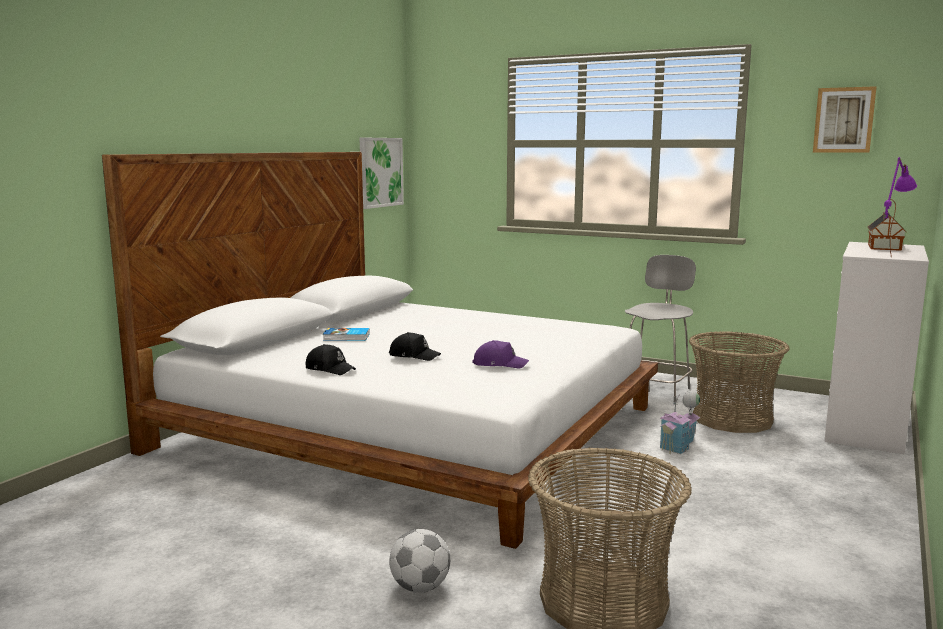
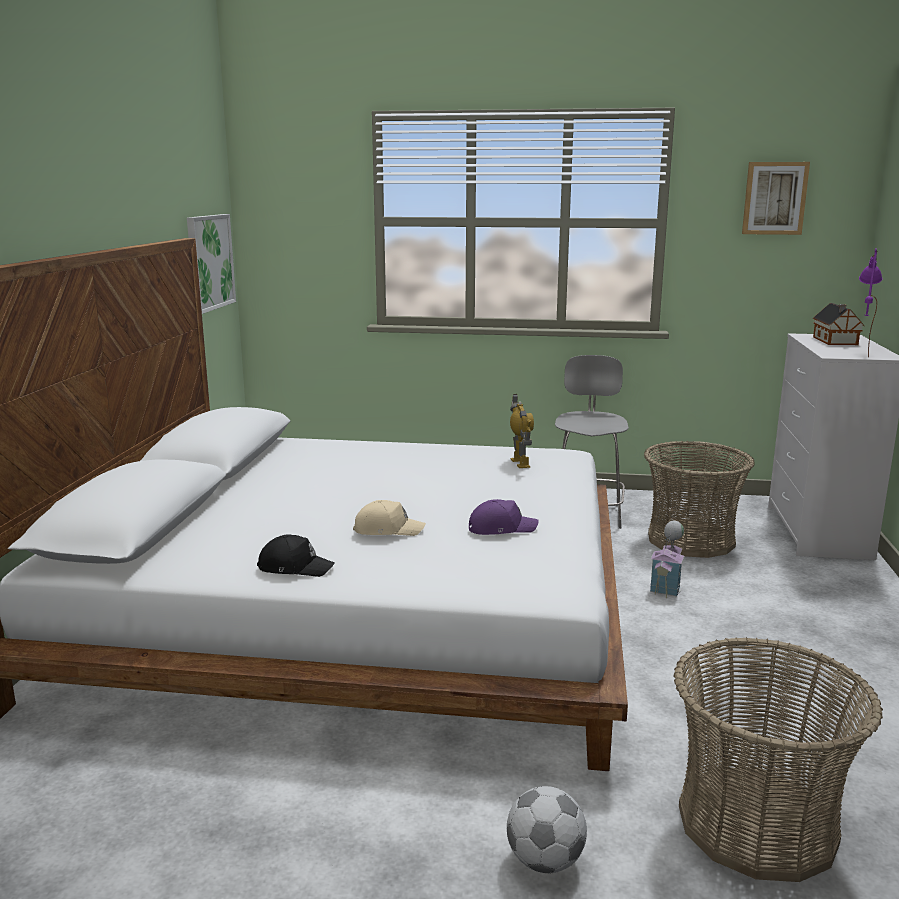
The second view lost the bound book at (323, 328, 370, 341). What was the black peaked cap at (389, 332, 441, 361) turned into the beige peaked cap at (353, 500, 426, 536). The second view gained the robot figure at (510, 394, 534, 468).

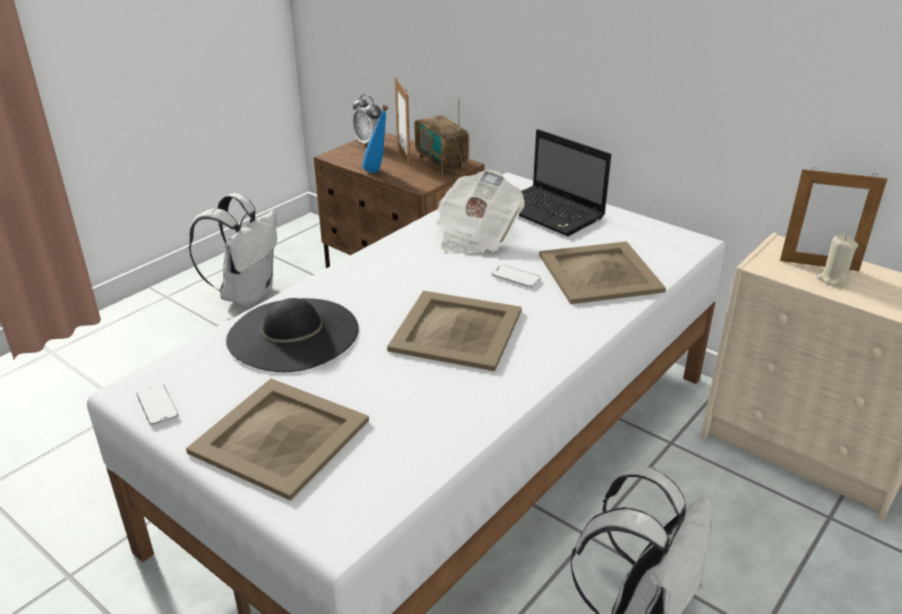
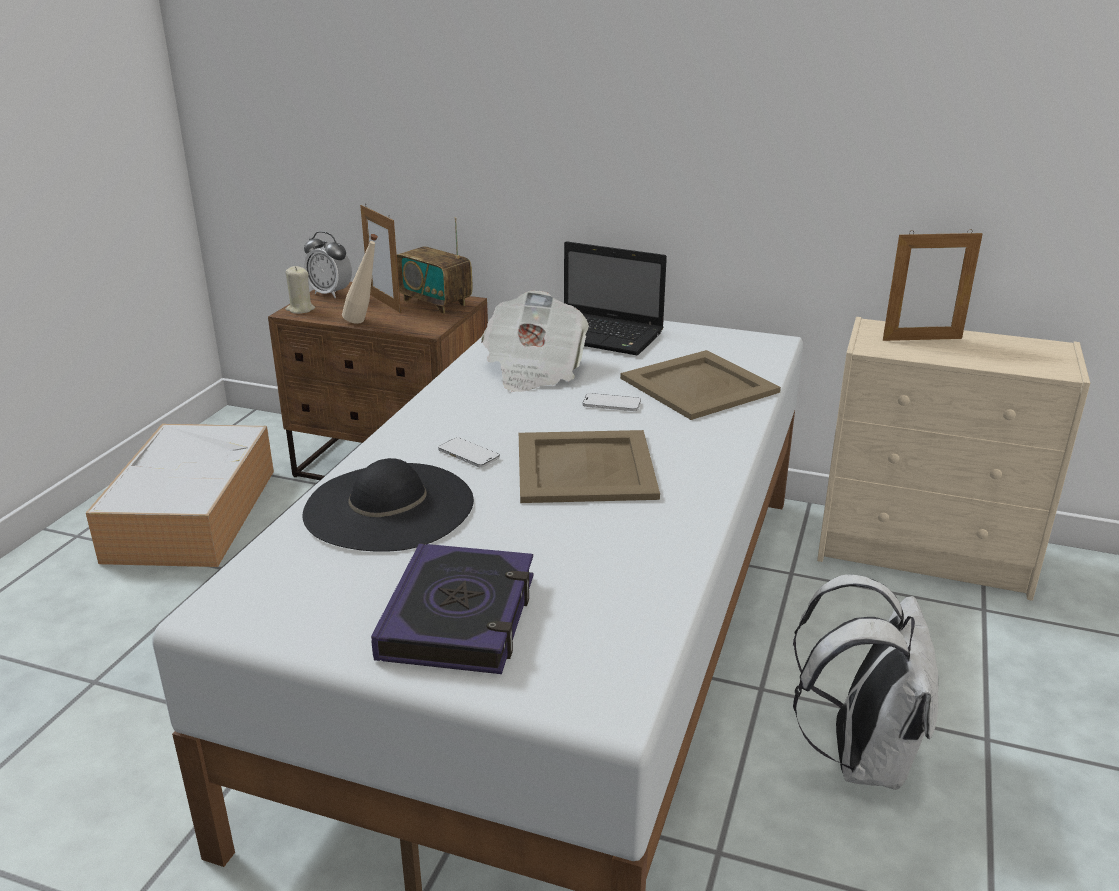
The phone ended up elsewhere, having gone from (137, 385, 178, 426) to (438, 437, 500, 467). Where the beige serving tray stood at (186, 379, 369, 501), the bound book came to stand at (371, 543, 534, 674). Where the white knapsack stood at (189, 193, 277, 306), the storage container came to stand at (86, 424, 274, 567). What was the blue beverage bottle at (362, 105, 388, 173) turned into the beige beverage bottle at (342, 234, 378, 324). The beige wax candle ended up elsewhere, having gone from (817, 234, 858, 287) to (285, 266, 315, 314).

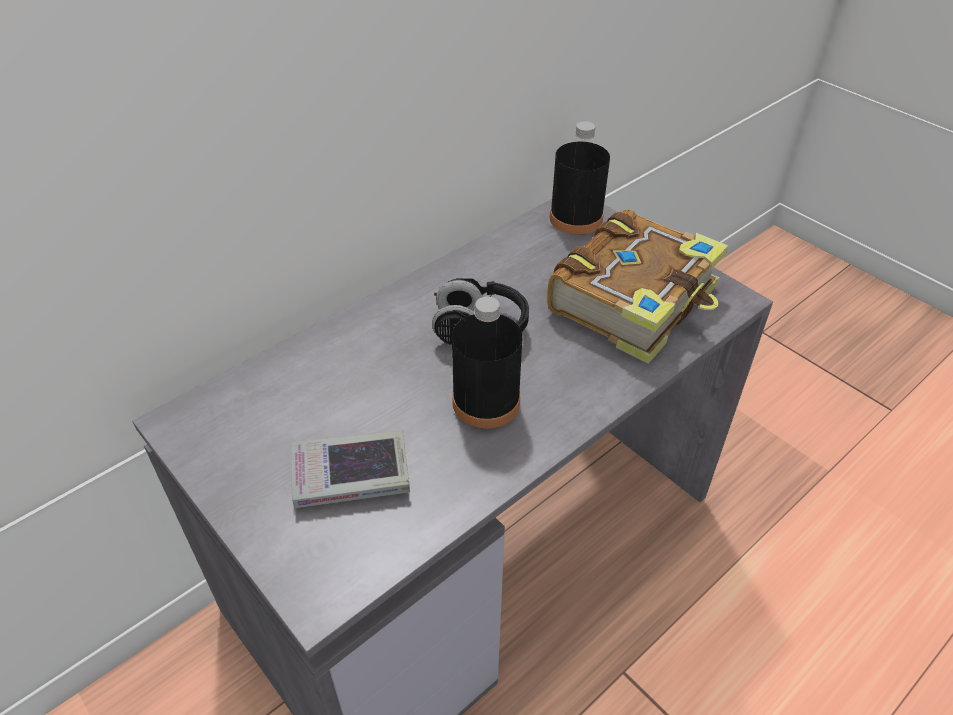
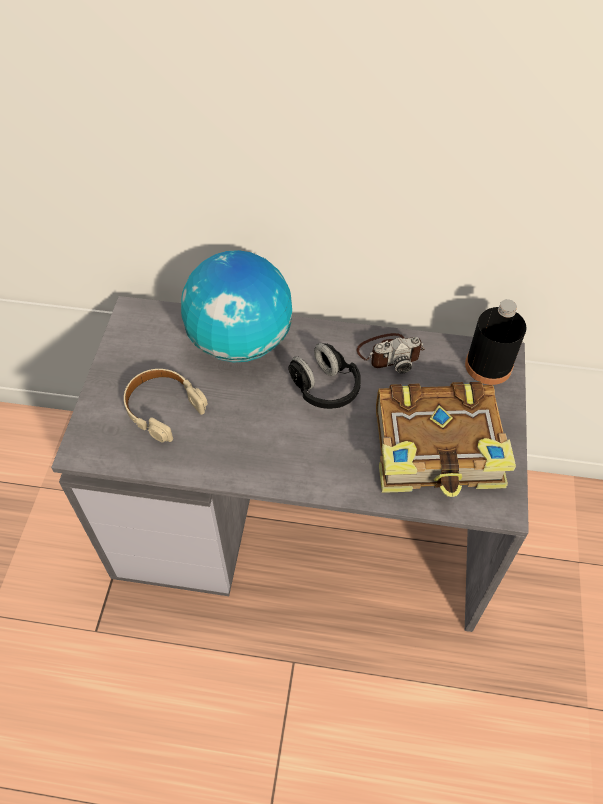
Where the bound book stood at (291, 431, 410, 508), the beige headphones came to stand at (124, 369, 208, 442). The second view lost the black beverage bottle at (452, 296, 522, 428). The second view gained the world globe at (181, 250, 292, 363). The second view gained the photo camera at (357, 333, 425, 374).

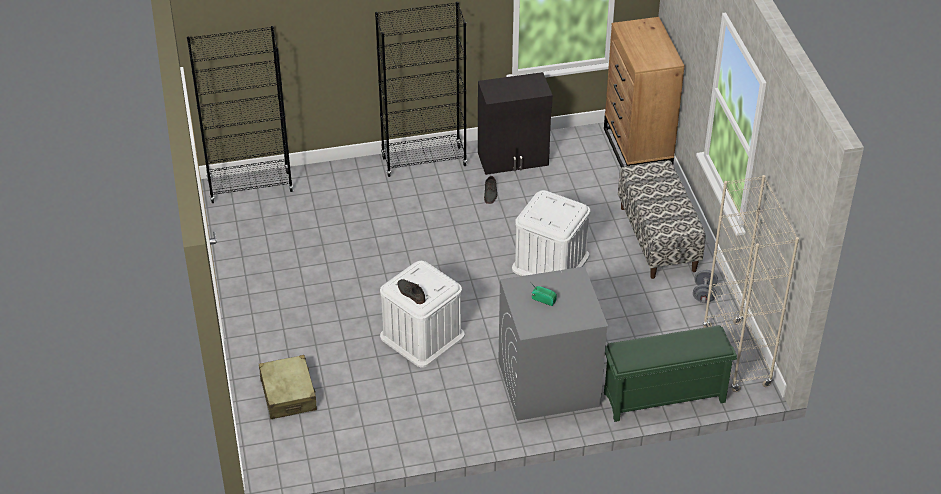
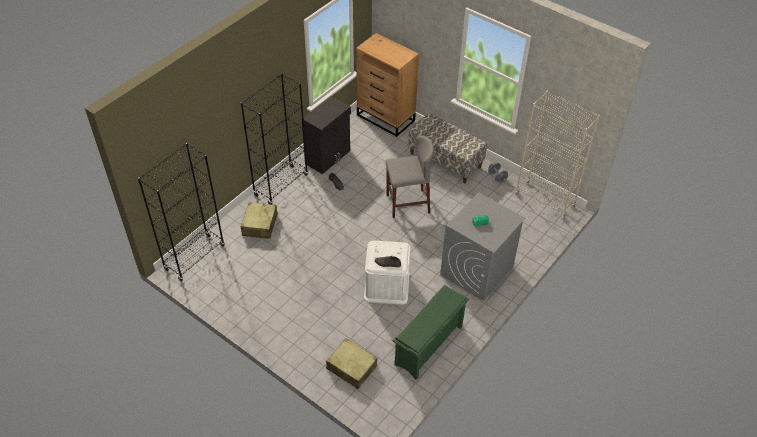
Where the white storage container stood at (512, 190, 590, 276), the grey stool seat came to stand at (386, 135, 434, 218). The greenish shoe shelf ended up elsewhere, having gone from (604, 325, 737, 422) to (393, 285, 469, 380). The second view gained the beige travel case at (241, 202, 278, 239).

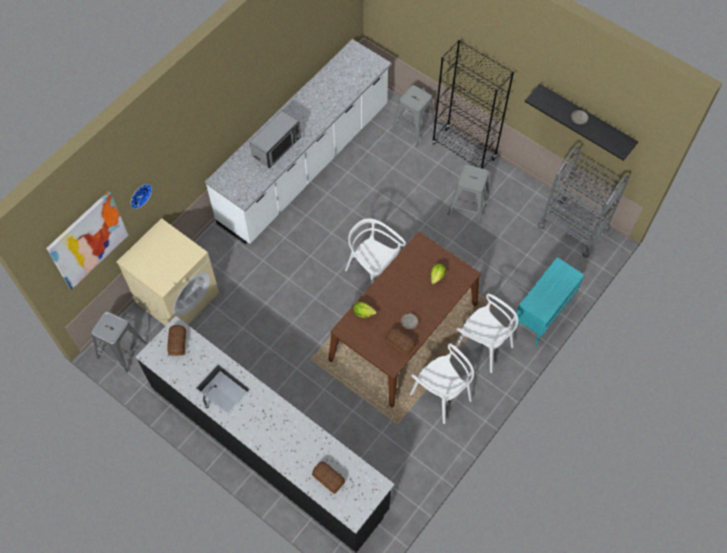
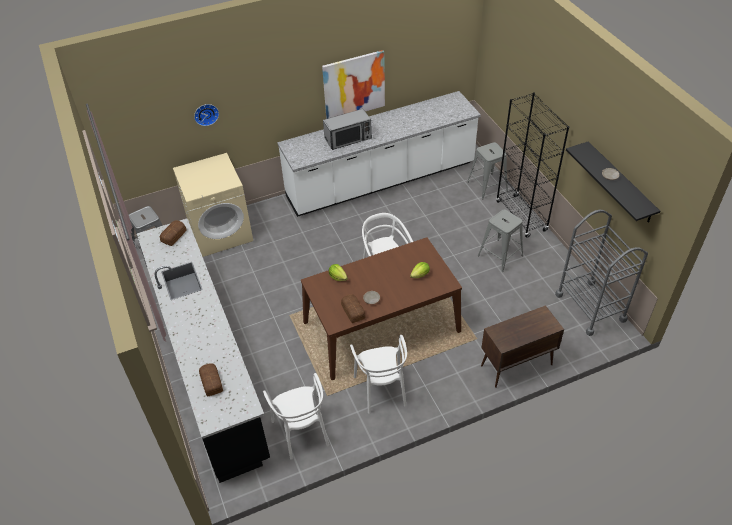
The wall picture ended up elsewhere, having gone from (46, 191, 128, 290) to (322, 50, 385, 119). The white chair ended up elsewhere, having gone from (453, 293, 518, 373) to (263, 373, 329, 460). What was the turquoise-coloured cabinet at (514, 257, 584, 346) turned into the brownish cabinet at (481, 305, 564, 388).

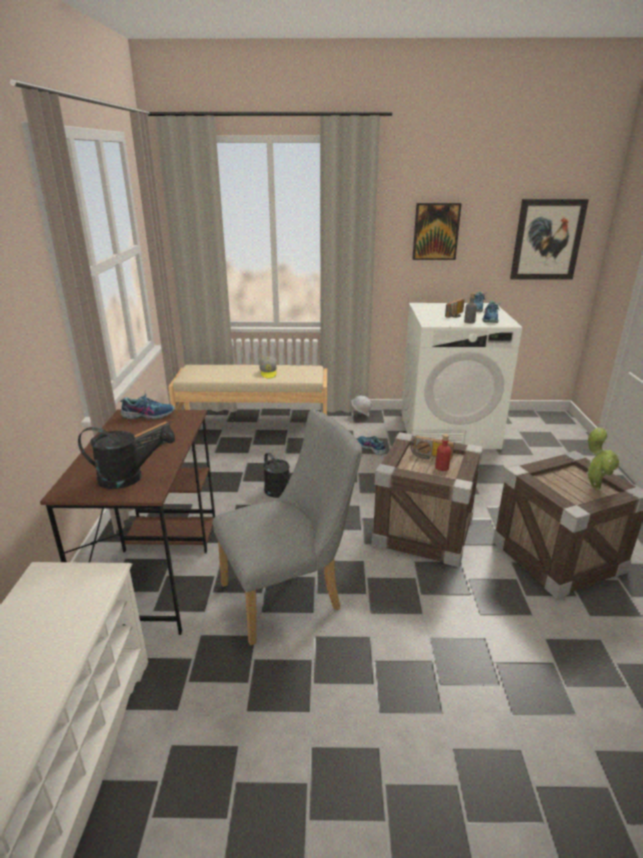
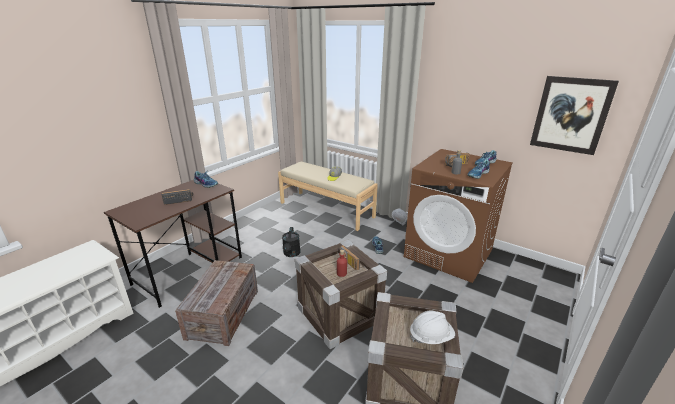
The second view lost the black watering can at (78, 426, 175, 489). Where the grey chair stood at (213, 410, 362, 646), the crate came to stand at (175, 260, 258, 346). What was the white laundry appliance at (401, 303, 522, 449) turned into the brownish laundry appliance at (404, 149, 513, 283). The second view lost the wall picture at (412, 203, 462, 260). Where the houseplant stood at (586, 428, 619, 490), the white hard hat came to stand at (410, 310, 455, 344).

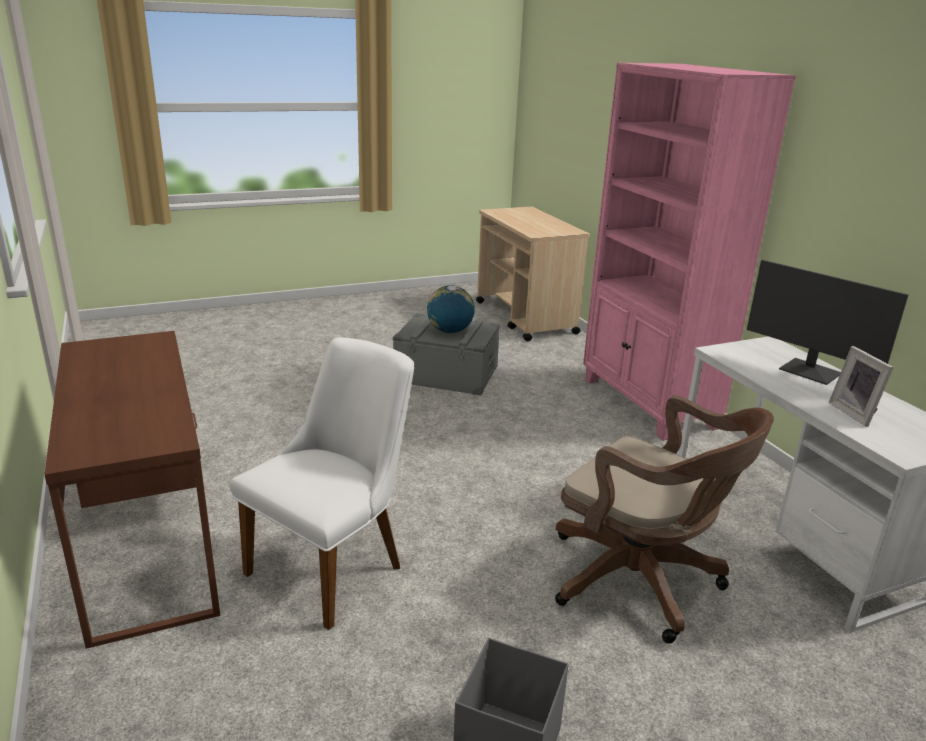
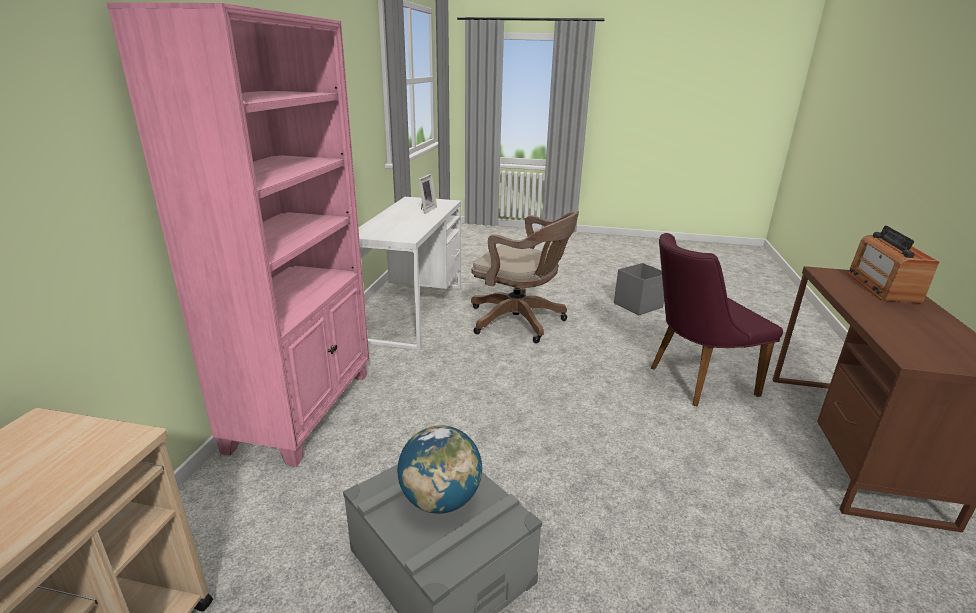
What was the white chair at (229, 337, 414, 630) turned into the purplish chair at (651, 233, 783, 407). The brownish computer chair at (555, 395, 774, 644) ended up facing another way, 135 degrees clockwise from before. The second view lost the monitor at (747, 260, 908, 385). The second view gained the radio set at (847, 225, 939, 304).

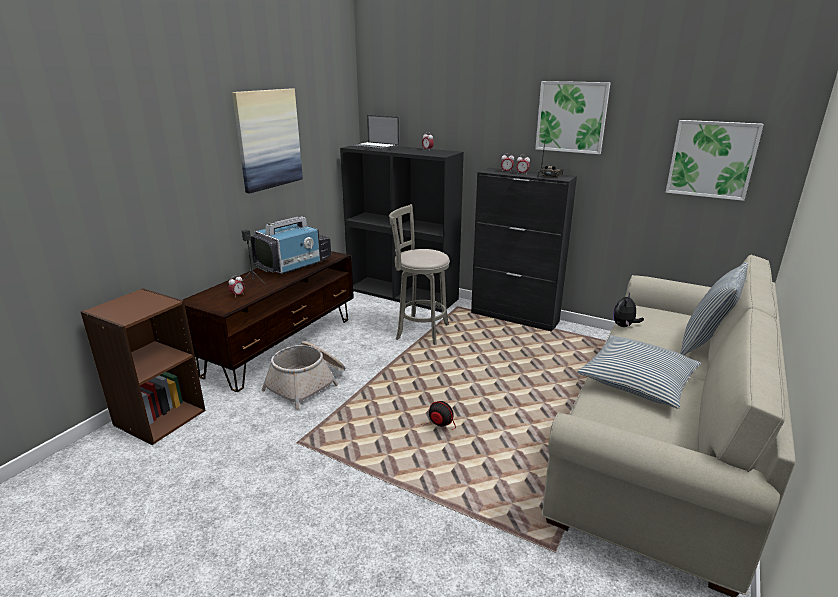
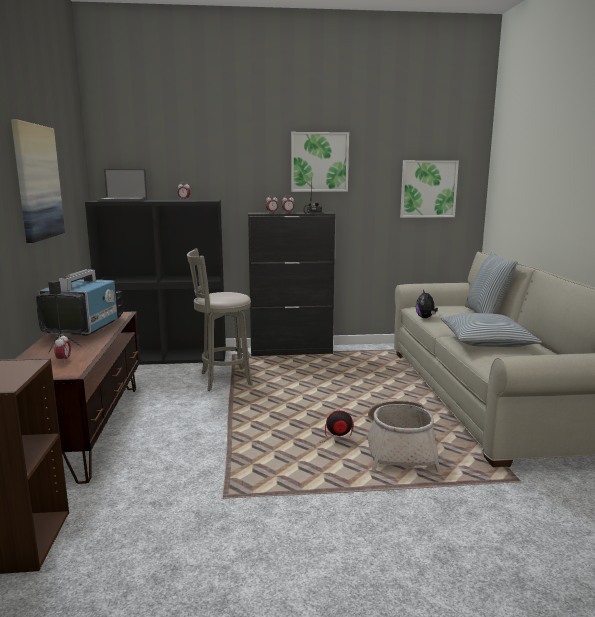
The household basket ended up elsewhere, having gone from (262, 341, 346, 410) to (366, 399, 441, 473).

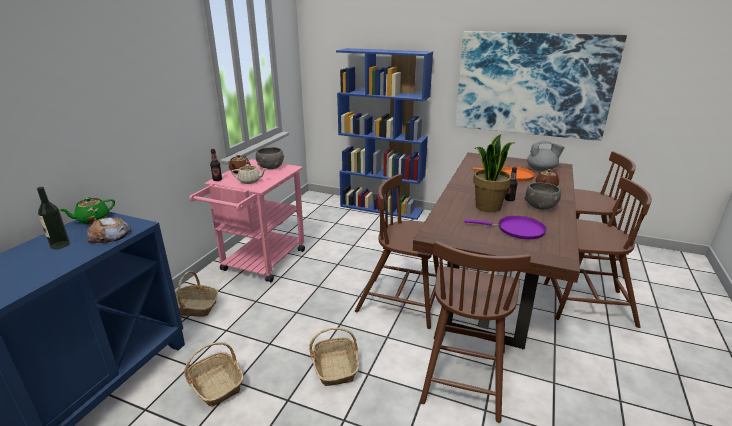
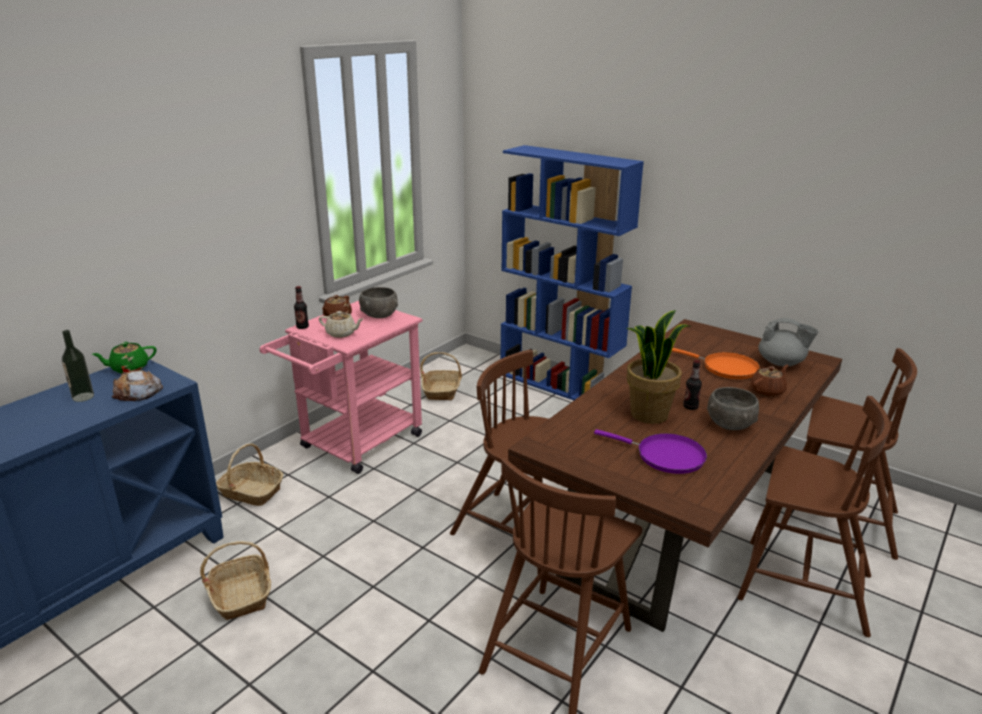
The household basket ended up elsewhere, having gone from (309, 327, 359, 386) to (420, 352, 462, 400). The second view lost the wall picture at (455, 31, 627, 141).

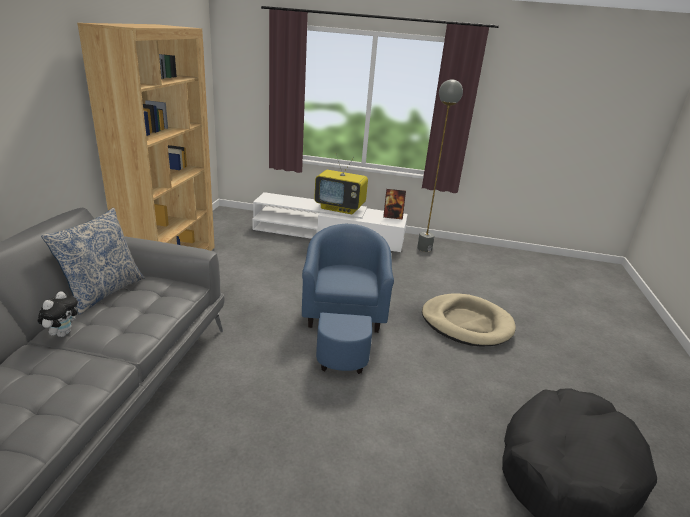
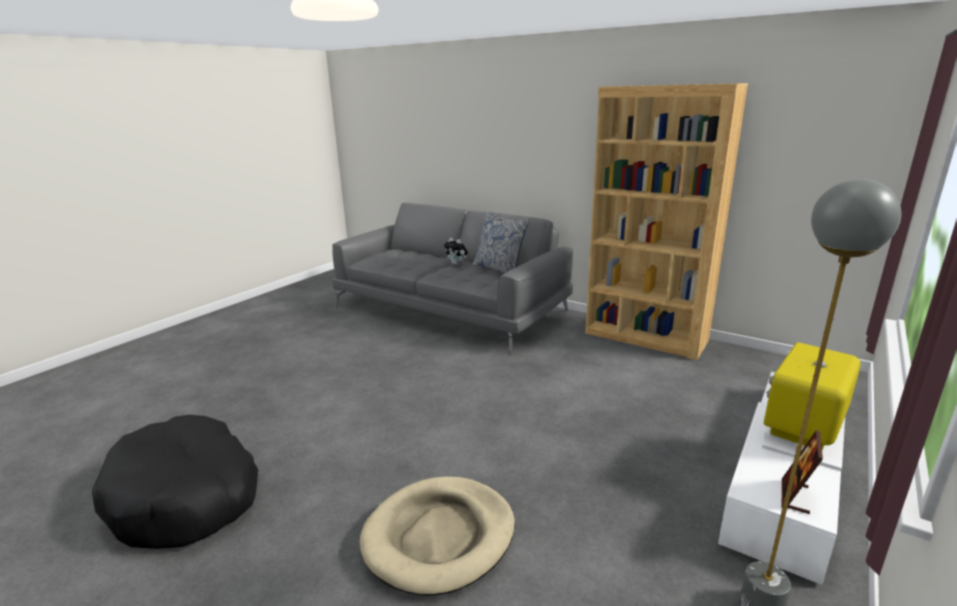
The second view lost the blue armchair at (302, 224, 394, 374).

